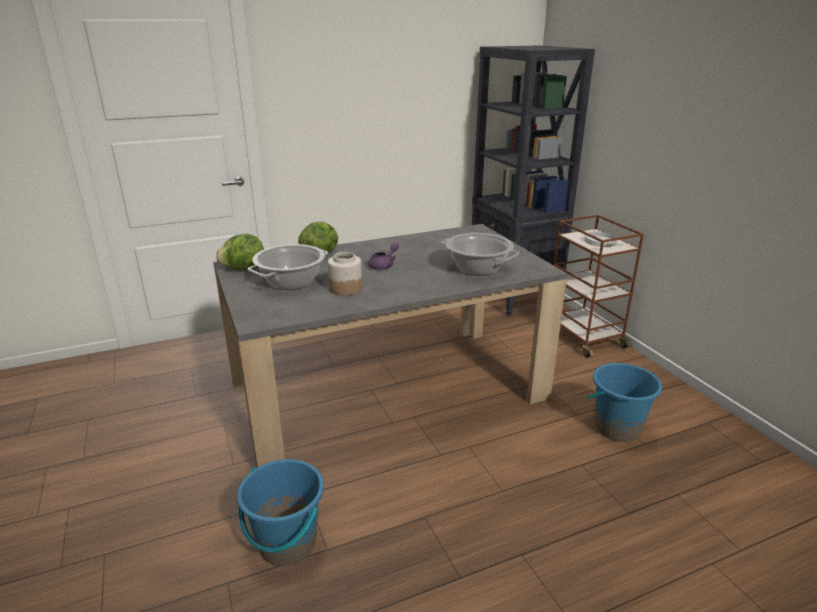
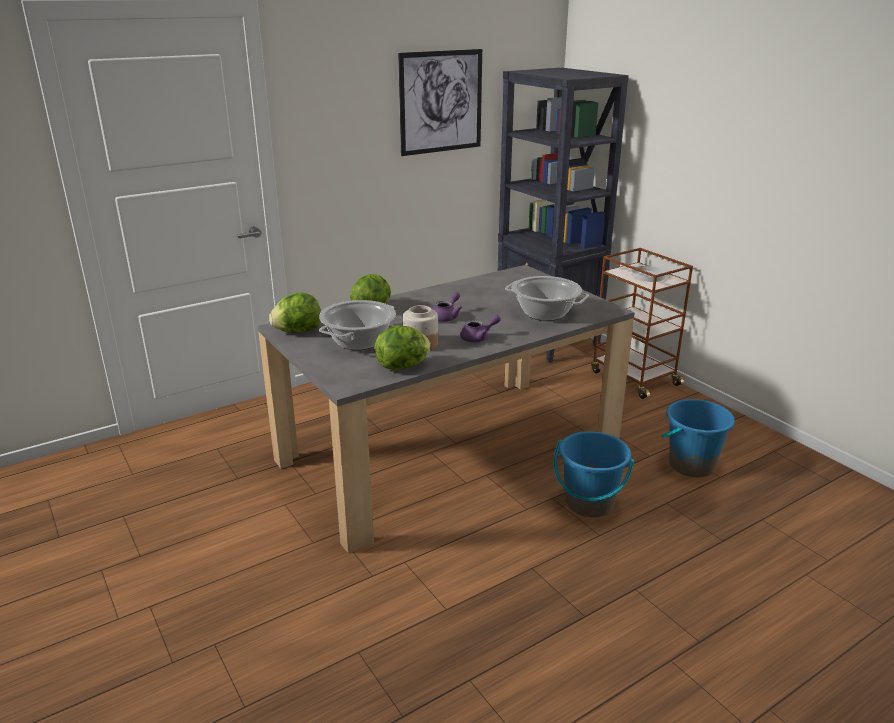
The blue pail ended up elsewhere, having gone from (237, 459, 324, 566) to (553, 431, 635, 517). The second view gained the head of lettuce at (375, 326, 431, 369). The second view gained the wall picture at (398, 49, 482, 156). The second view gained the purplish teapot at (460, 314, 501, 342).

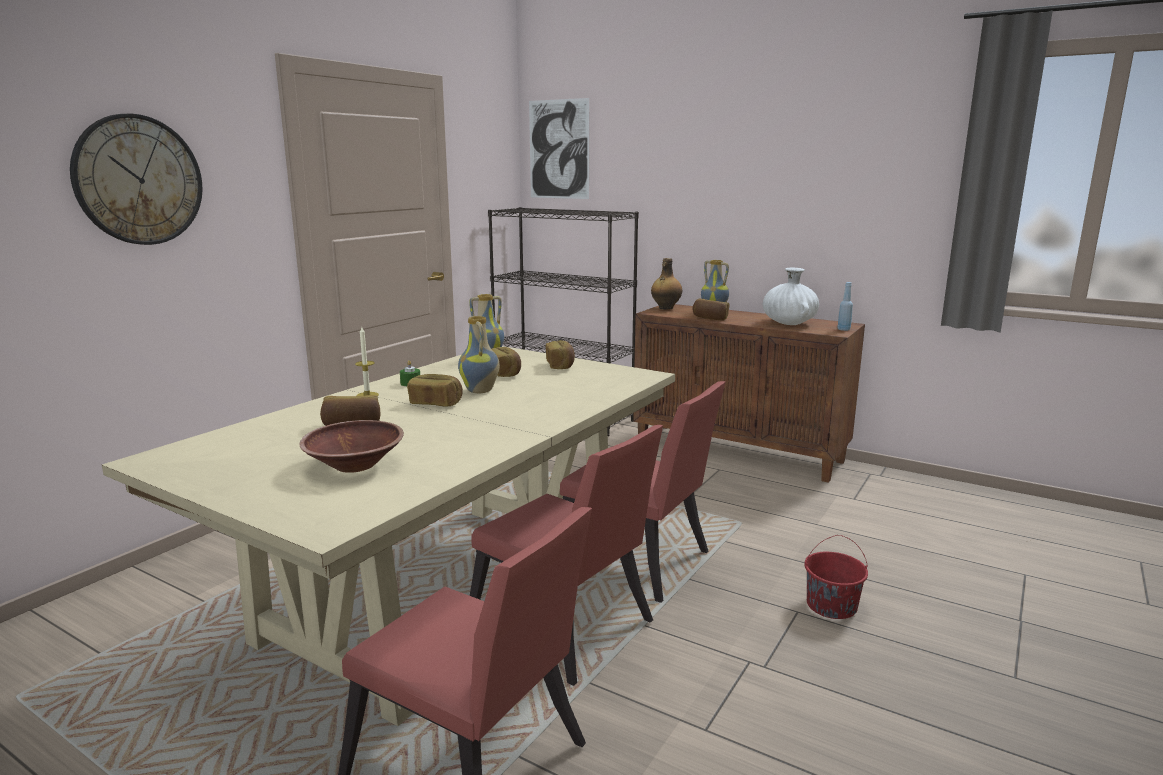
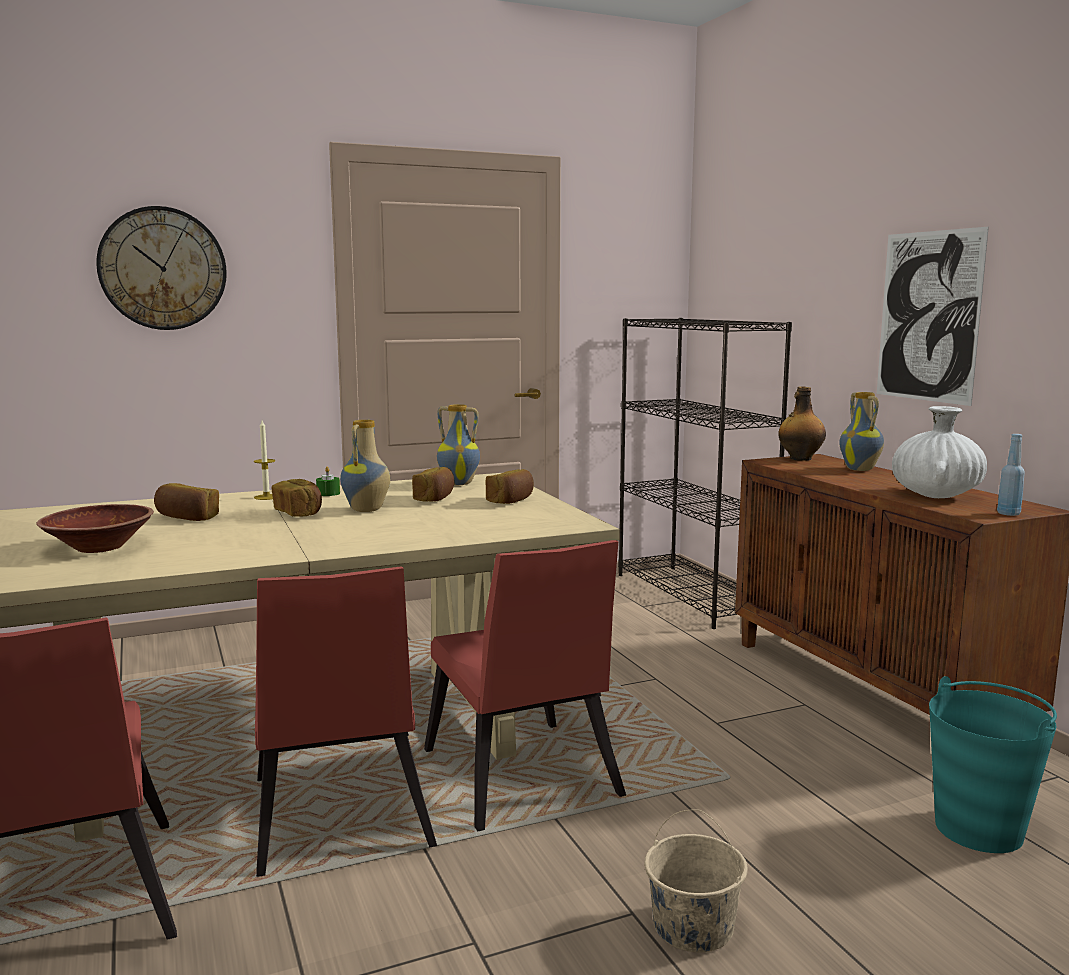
The wall picture ended up elsewhere, having gone from (529, 98, 589, 199) to (877, 227, 989, 406). The second view lost the bakery bread at (693, 298, 729, 320). What was the reddish pail at (804, 535, 868, 619) turned into the beige pail at (644, 809, 747, 952). The second view gained the turquoise-coloured pail at (929, 676, 1057, 853).

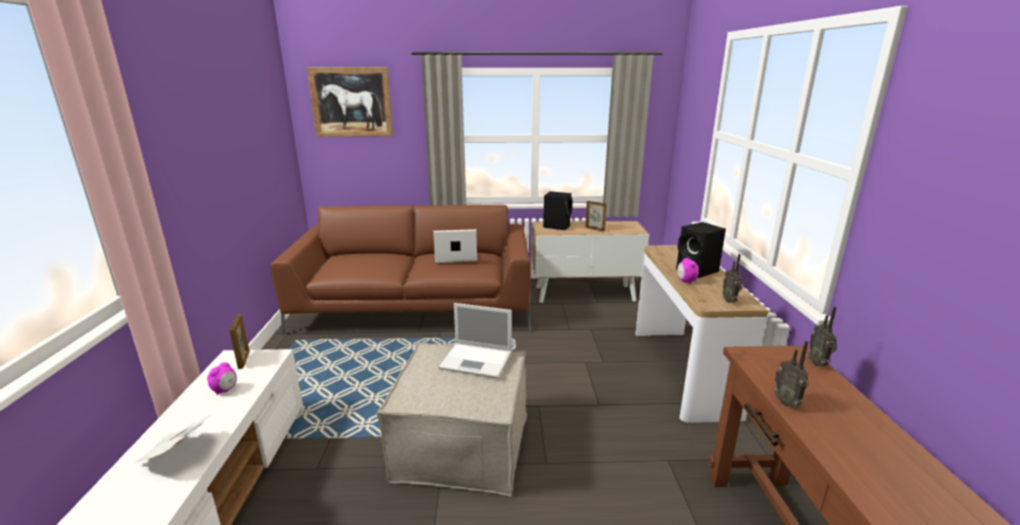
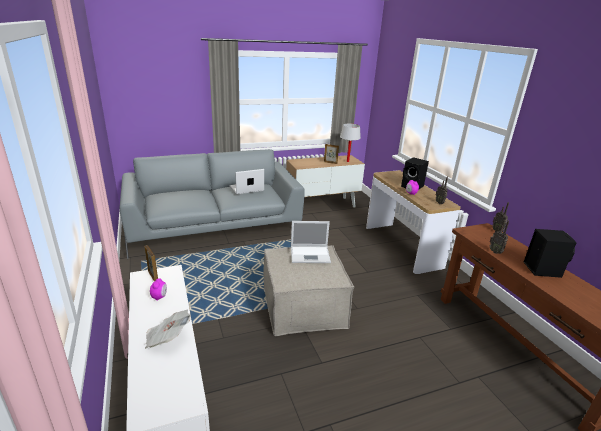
What was the brownish settee at (271, 205, 531, 336) turned into the grey settee at (120, 149, 305, 259). The second view lost the wall picture at (307, 67, 393, 137). The black loudspeaker ended up elsewhere, having gone from (543, 191, 573, 230) to (524, 229, 576, 278). The second view gained the white tabletop lamp at (340, 124, 361, 162).

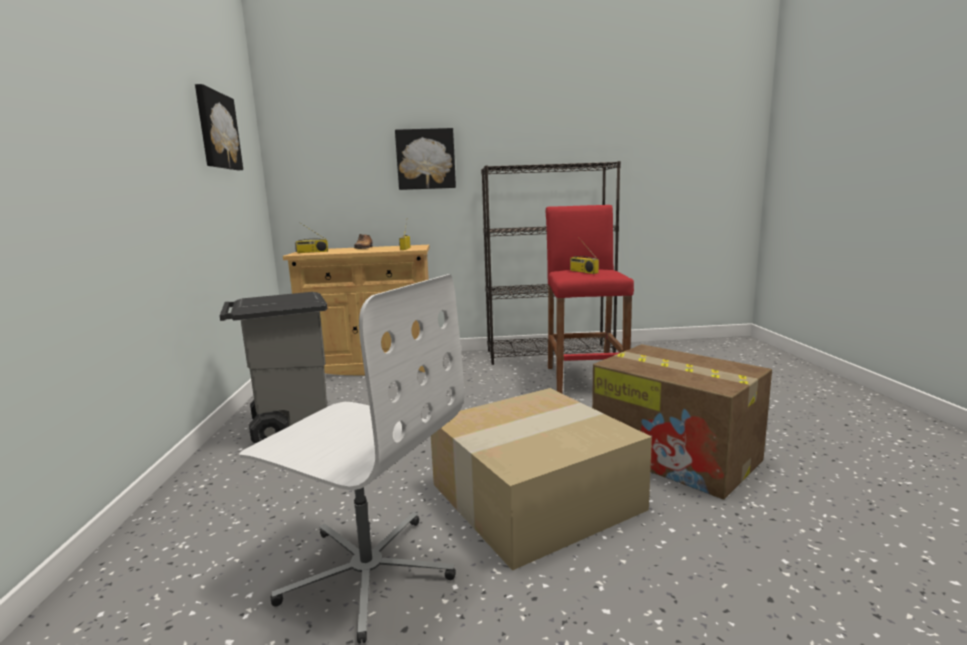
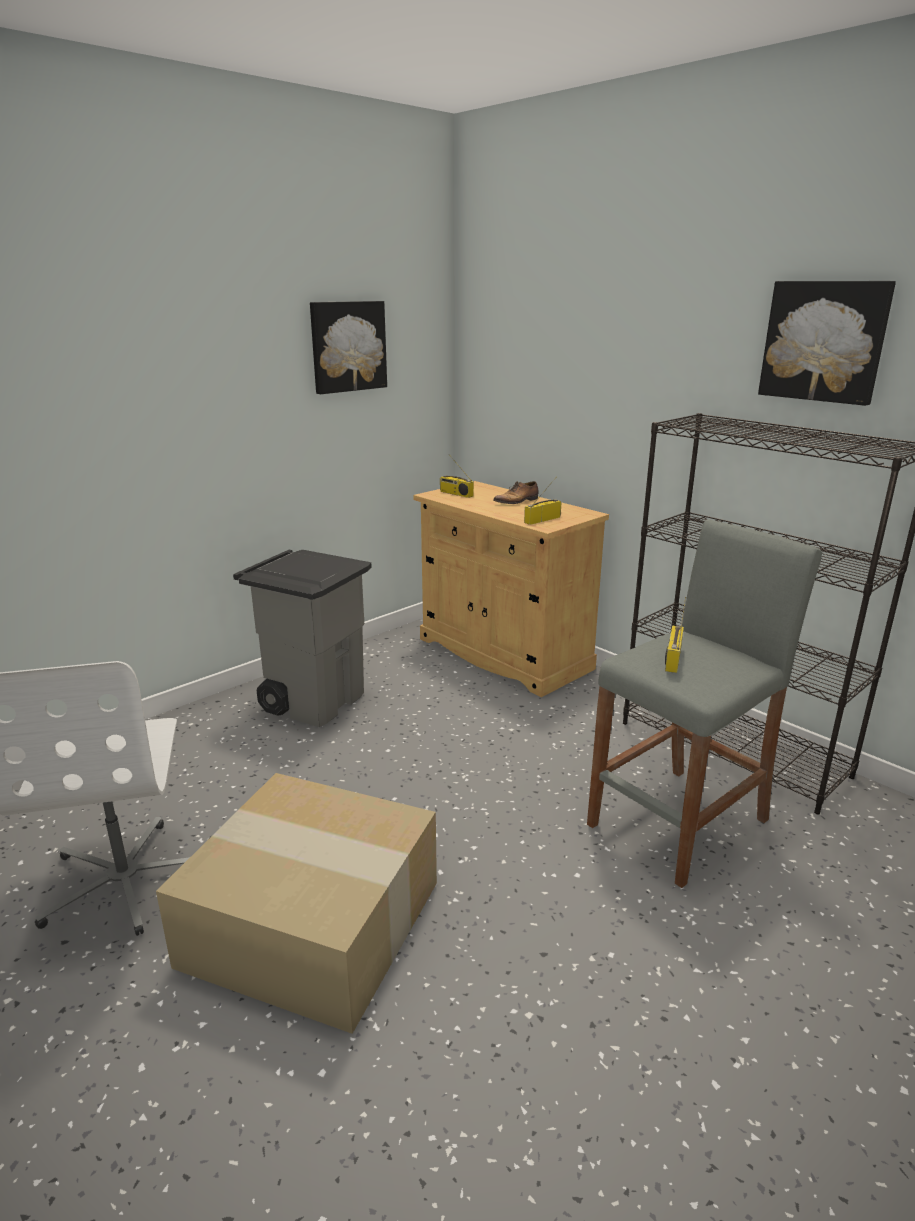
The wall picture ended up elsewhere, having gone from (395, 128, 456, 190) to (758, 281, 896, 406). What was the reddish stool seat at (546, 205, 634, 393) turned into the grey stool seat at (587, 519, 822, 888). The second view lost the carton at (592, 344, 772, 499).

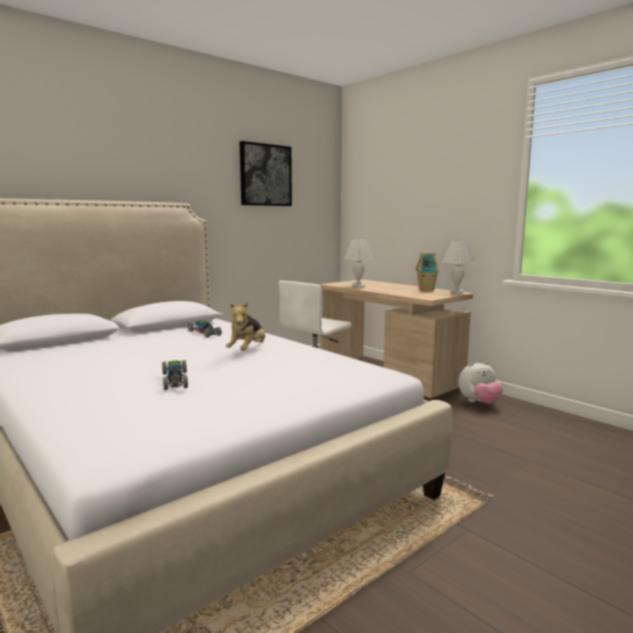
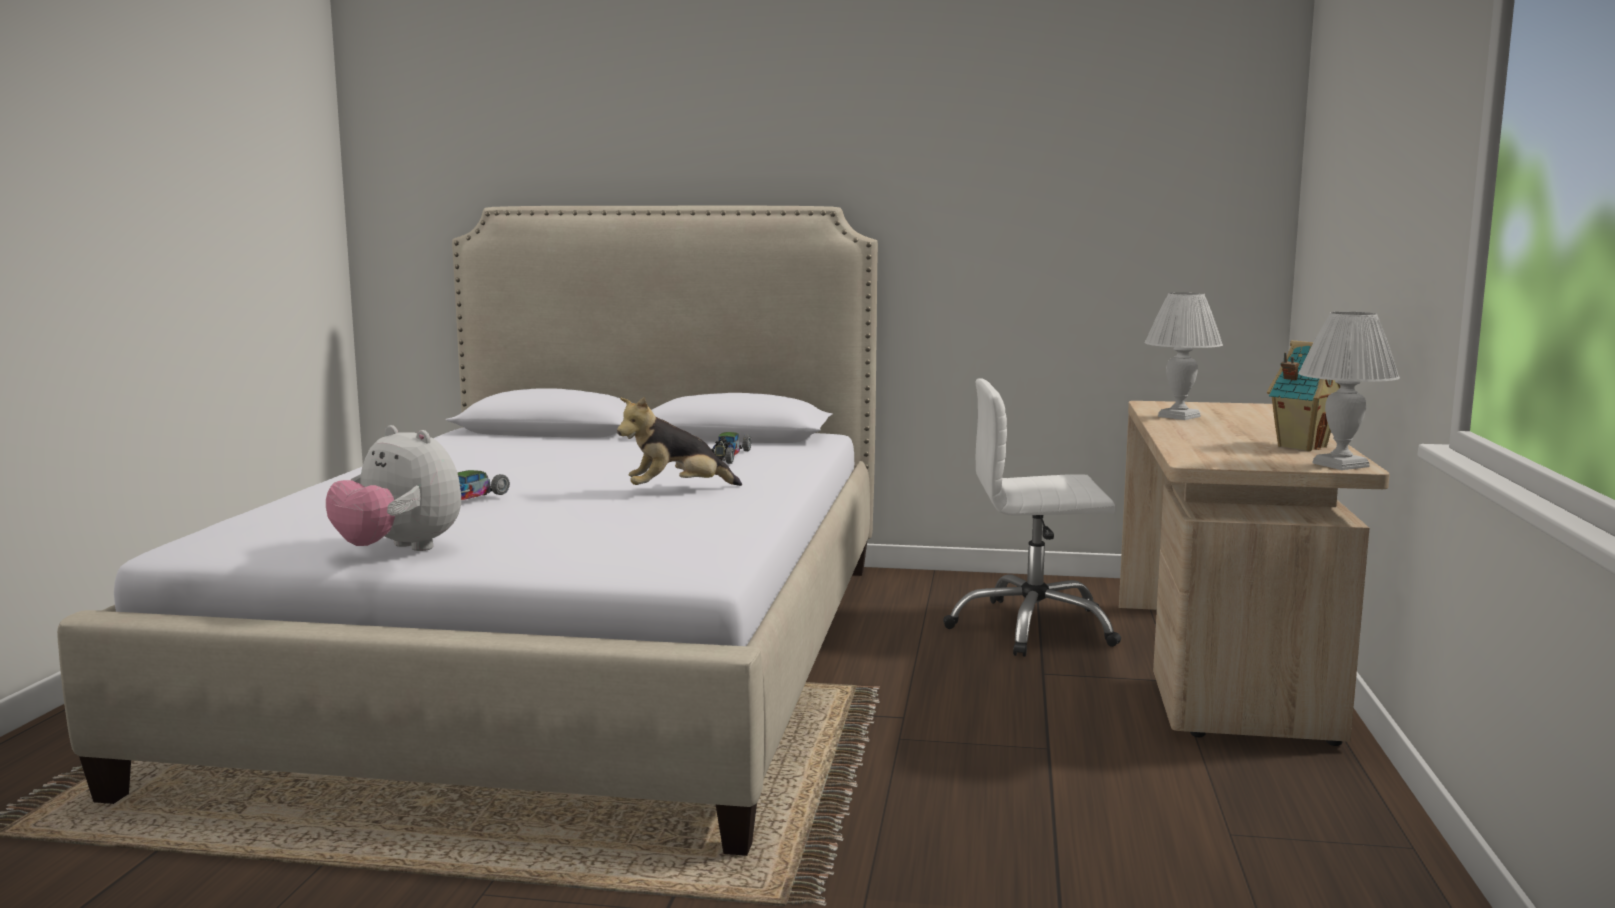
The second view lost the wall picture at (239, 141, 292, 206). The soft toy ended up elsewhere, having gone from (458, 361, 503, 404) to (326, 425, 461, 551).

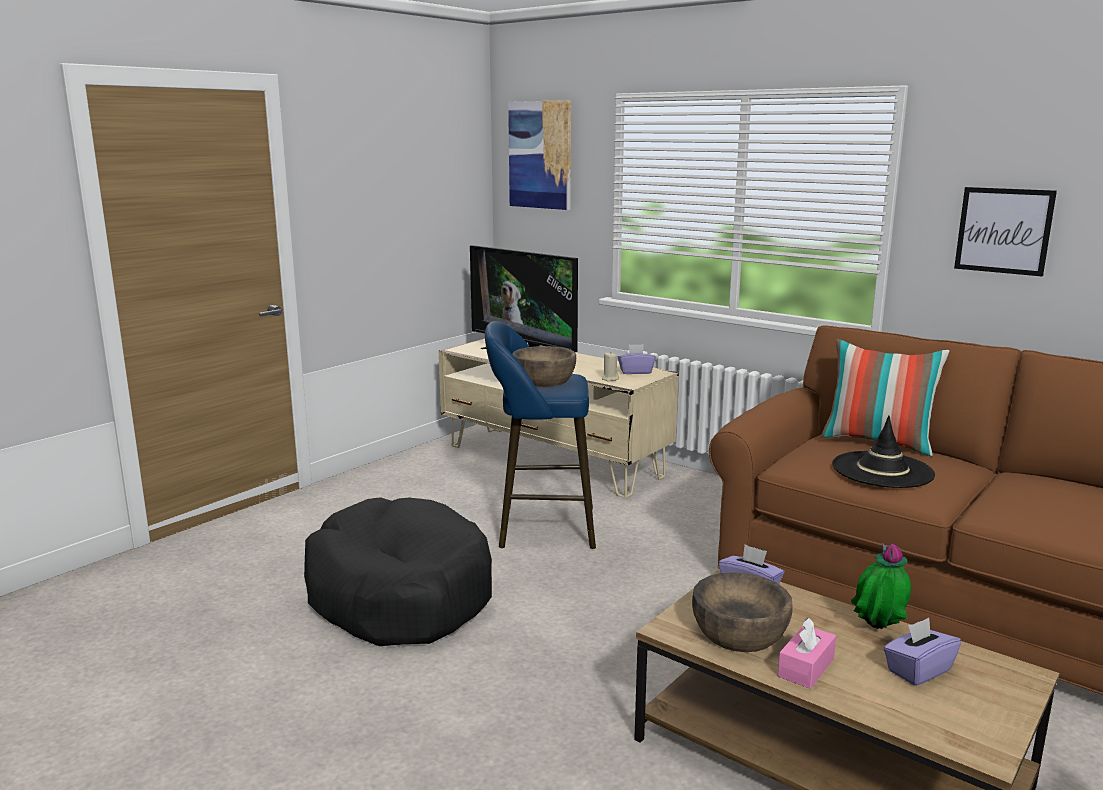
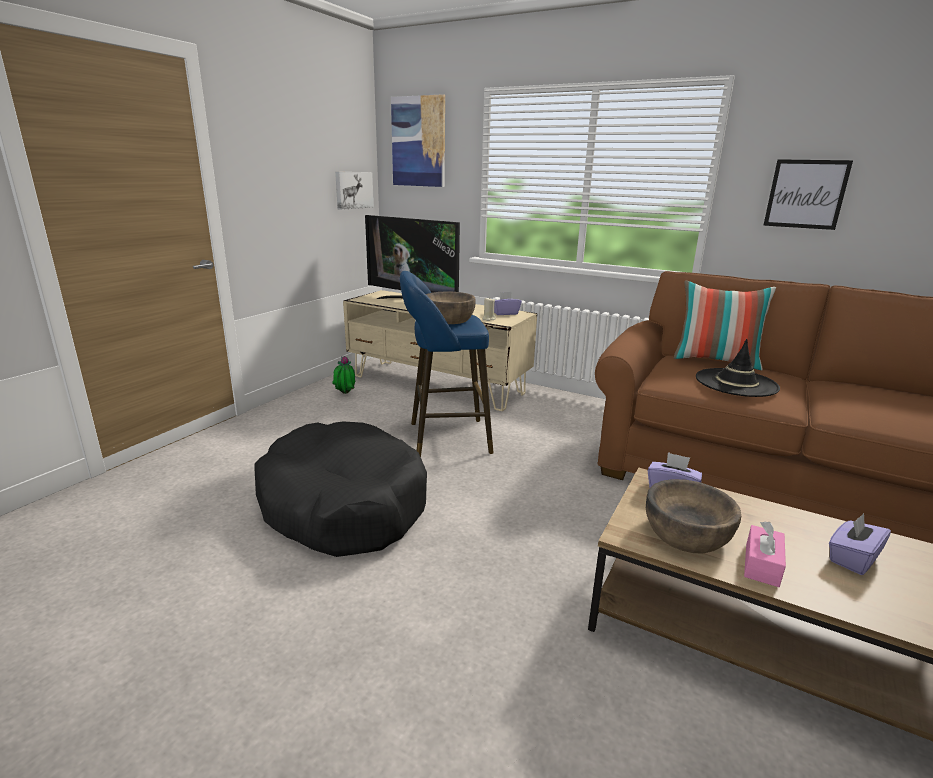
The houseplant ended up elsewhere, having gone from (850, 543, 911, 629) to (332, 356, 355, 394). The second view gained the wall picture at (335, 172, 374, 210).

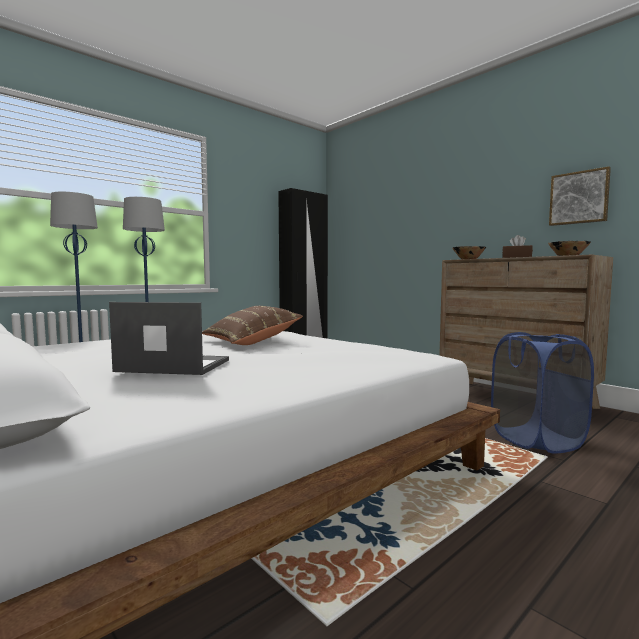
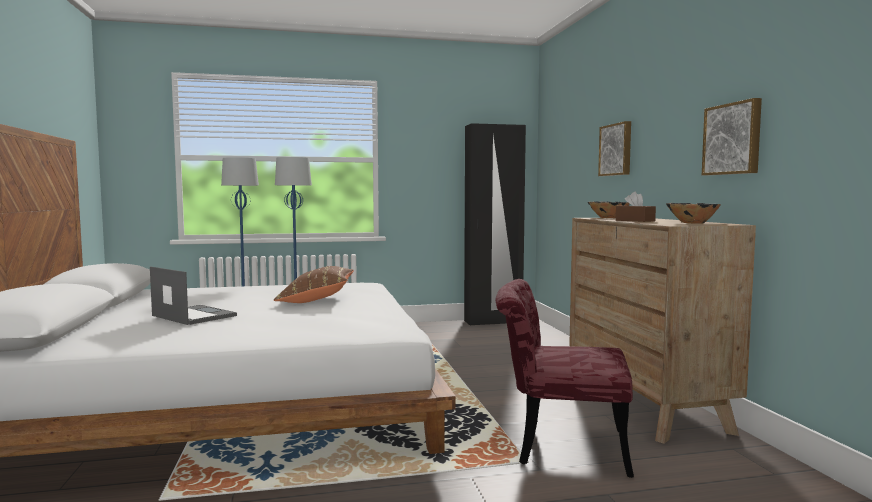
Where the blue hamper stood at (491, 332, 594, 454), the reddish chair came to stand at (495, 279, 634, 478). The second view gained the wall picture at (598, 121, 631, 176).

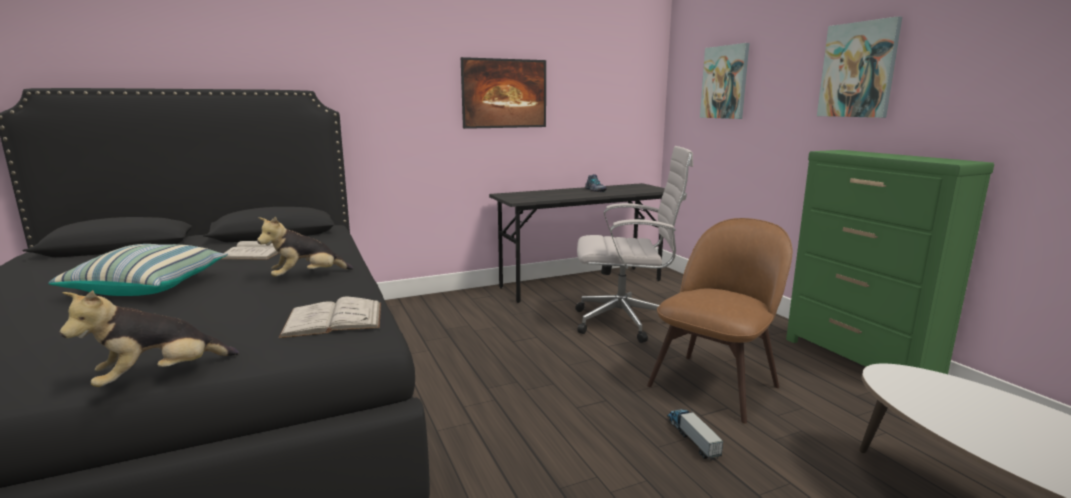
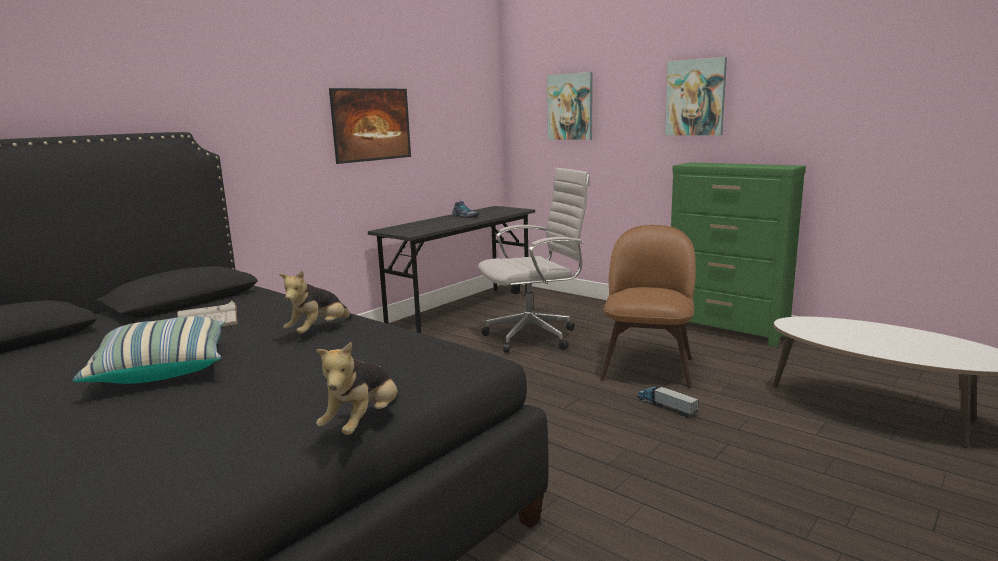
The second view lost the white bound book at (279, 297, 381, 338).

